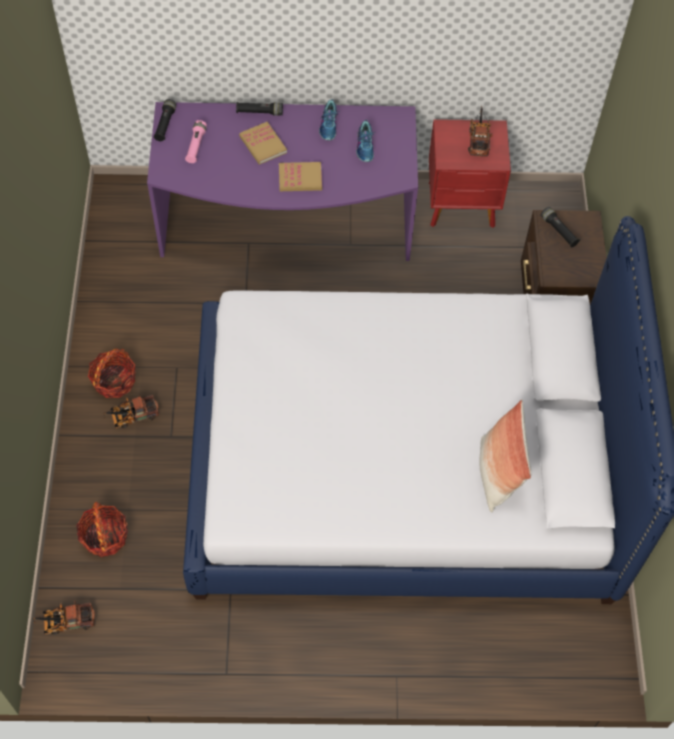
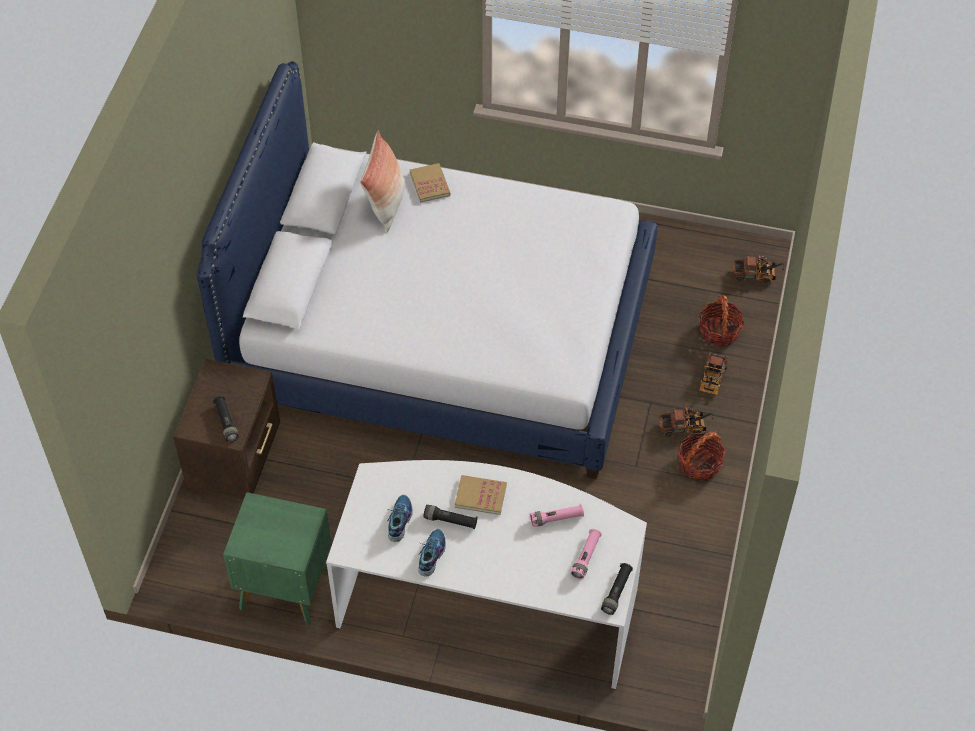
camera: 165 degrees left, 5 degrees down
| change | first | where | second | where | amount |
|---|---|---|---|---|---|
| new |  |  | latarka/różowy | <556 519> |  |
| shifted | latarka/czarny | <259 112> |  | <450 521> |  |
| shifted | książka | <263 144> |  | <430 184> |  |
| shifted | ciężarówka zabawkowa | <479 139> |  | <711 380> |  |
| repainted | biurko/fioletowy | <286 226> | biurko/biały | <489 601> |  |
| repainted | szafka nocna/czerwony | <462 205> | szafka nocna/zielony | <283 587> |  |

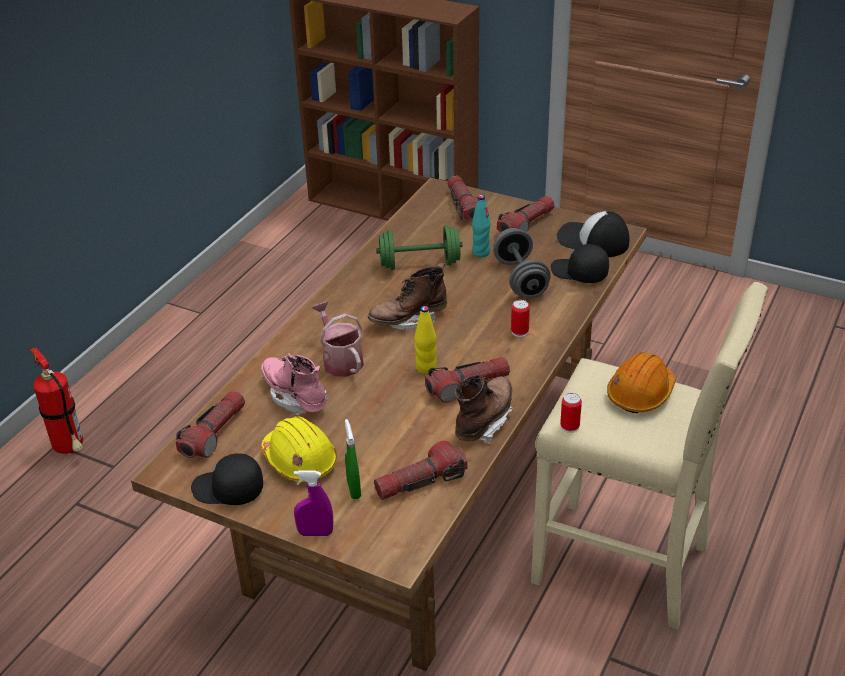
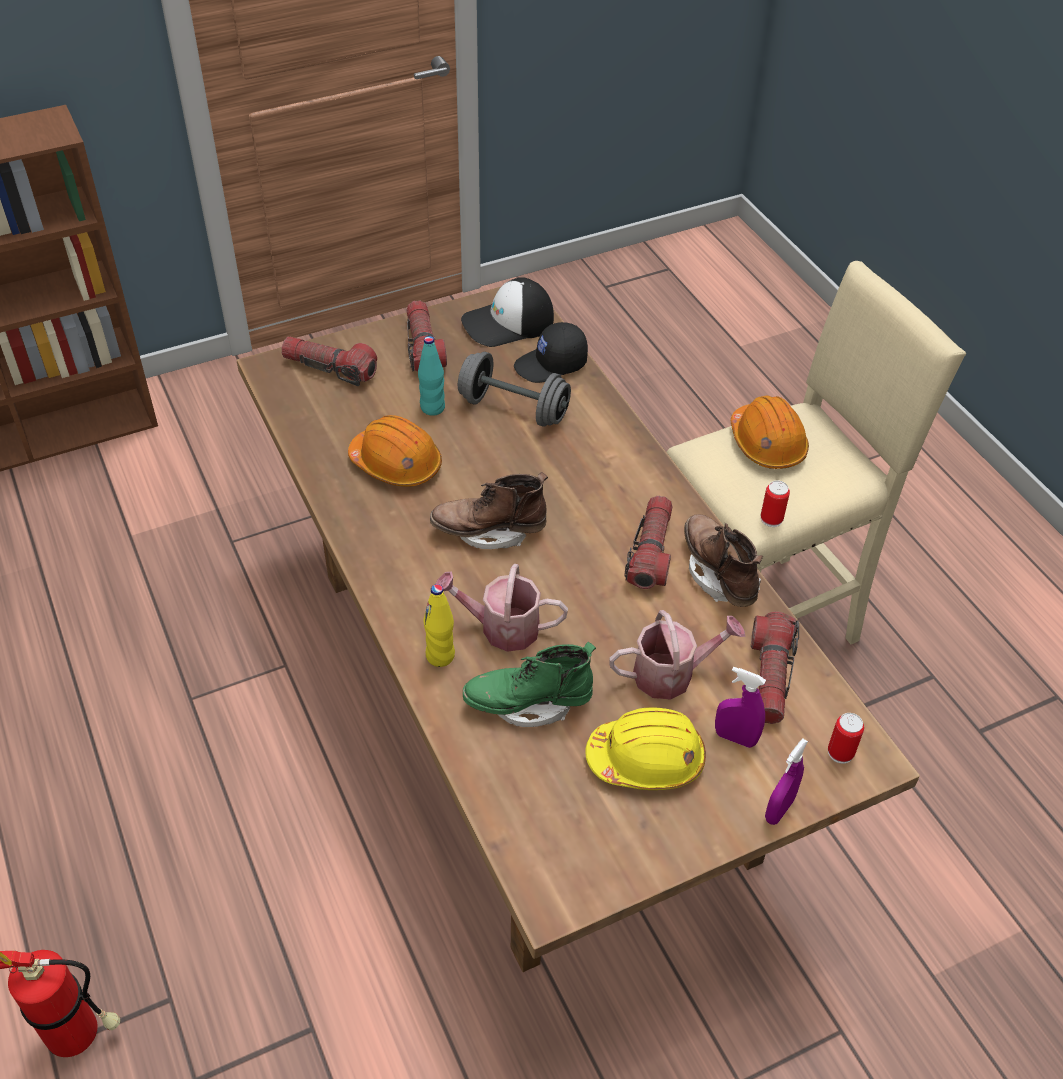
camera: 55 degrees left, 10 degrees up
| change | first | where | second | where | amount |
|---|---|---|---|---|---|
| gone | latarka | <214 433> |  |  |  |
| gone | czapka z daszkiem/czarny | <228 490> |  |  |  |
| new |  |  | konewka | <671 674> |  |
| shifted | butelka/żółty | <426 368> |  | <440 656> |  |
| shifted | puszka | <519 332> |  | <840 752> |  |
| swapped | hantel/zielony | <419 264> | kask/pomarańczowy | <396 464> |  |
| repainted | but z cholewką/różowy | <295 396> | but z cholewką/zielony | <528 703> |  |
| repainted | spryskiwacz/zielony | <354 489> | spryskiwacz/fioletowy | <735 738> |  |
| rotated | but z cholewką/brązowy | <408 320> |  | <489 531> | 75 degrees clockwise |

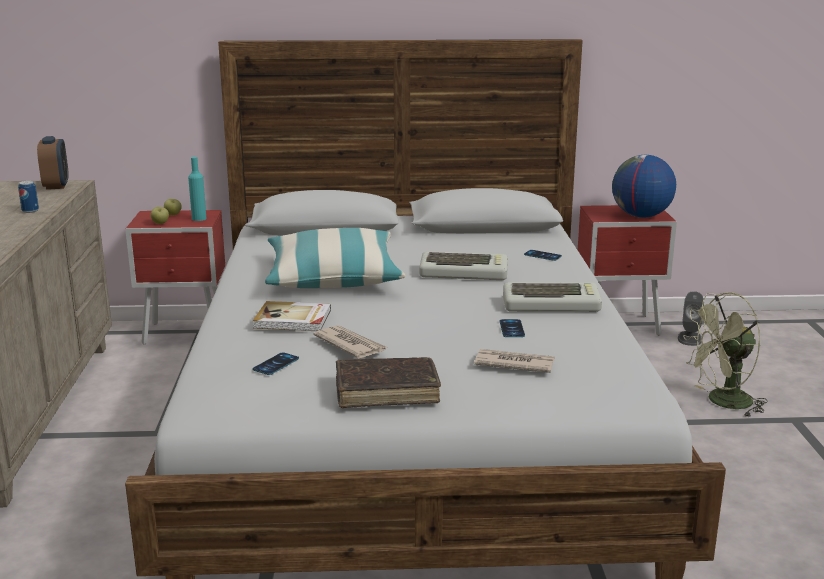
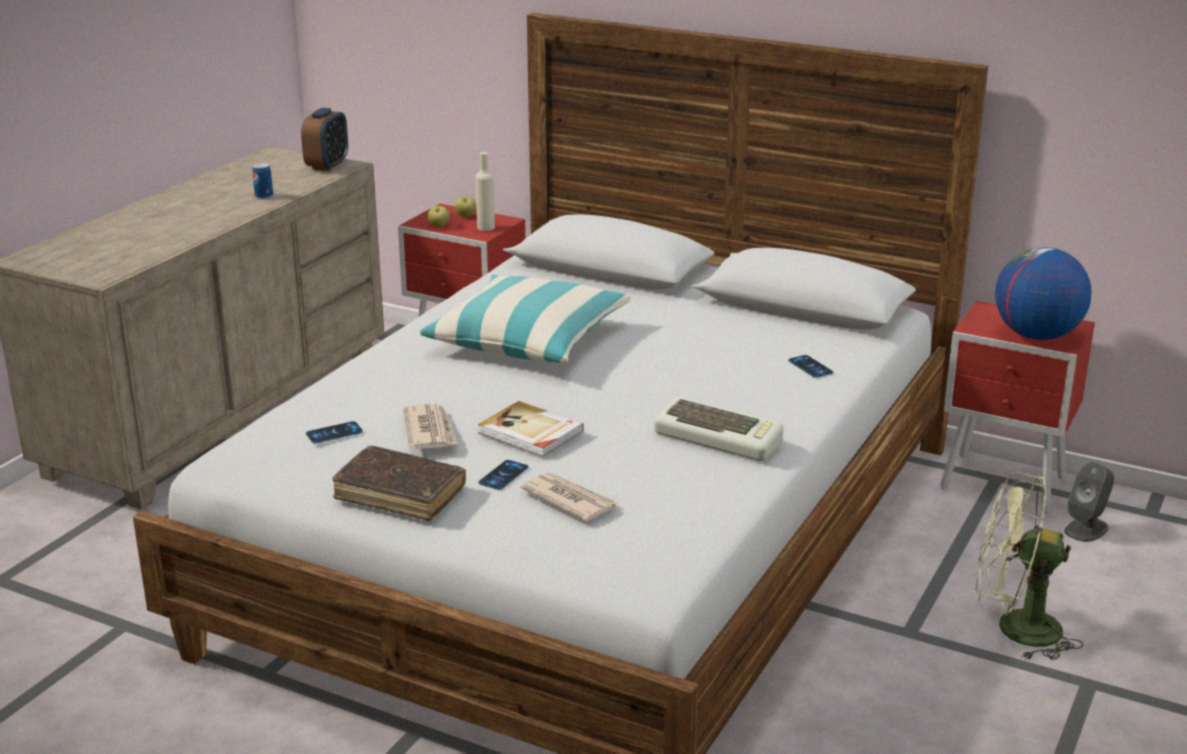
camera: 30 degrees right, 5 degrees up
| change | first | where | second | where | amount |
|---|---|---|---|---|---|
| gone | klawiatura | <464 273> |  |  |  |
| shifted | książka | <293 319> |  | <530 433> |  |
| shifted | telefon | <512 329> |  | <503 475> |  |
| repainted | butelka/turkusowy | <199 219> | butelka/beżowy | <486 227> |  |

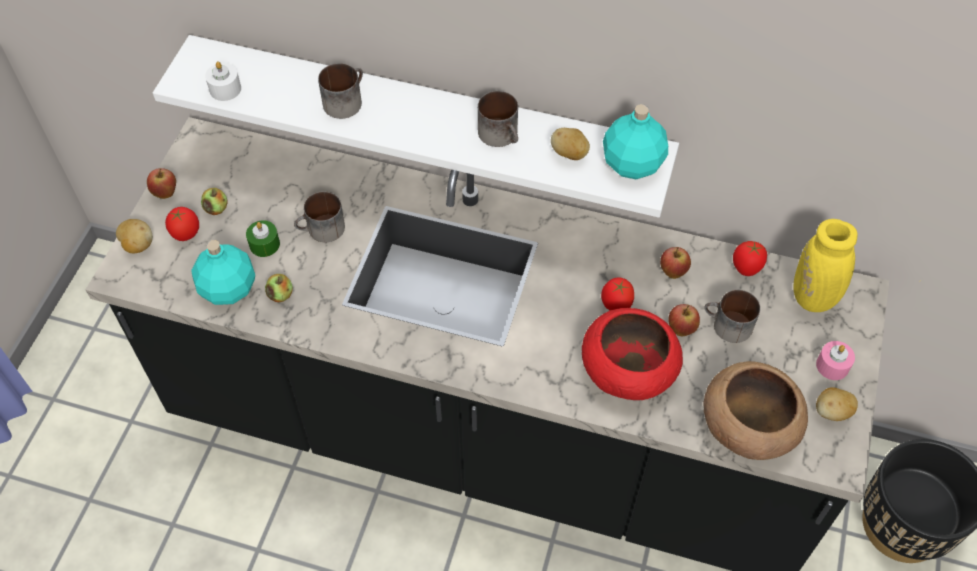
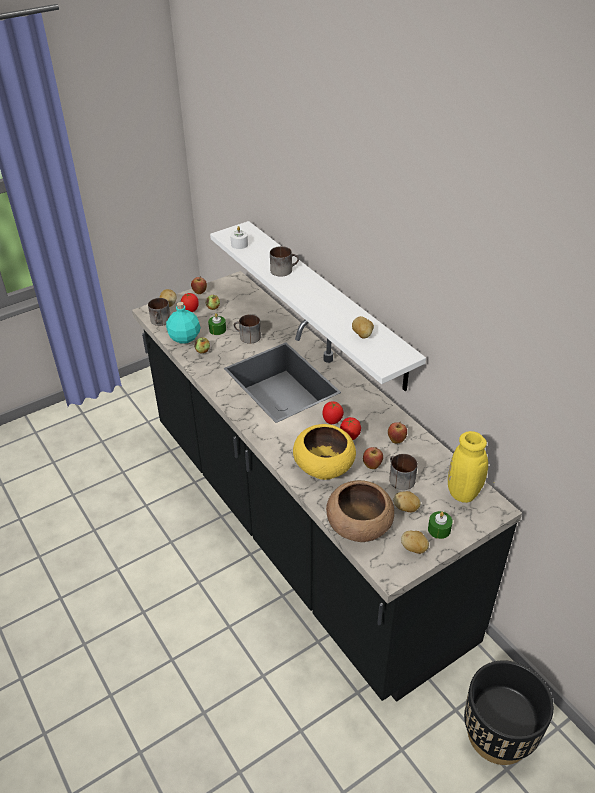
camera: 40 degrees right, 15 degrees down
| change | first | where | second | where | amount |
|---|---|---|---|---|---|
| gone | butelka/turkusowy | <631 164> |  |  |  |
| new |  |  | ziemniak | <406 508> |  |
| shifted | kubek | <502 135> |  | <161 321> |  |
| shifted | pomidor | <746 269> |  | <332 421> |  |
| repainted | miska/czerwony | <628 370> | miska/żółty | <324 466> |  |
| repainted | świeca/różowy | <832 365> | świeca/zielony | <439 529> |  |

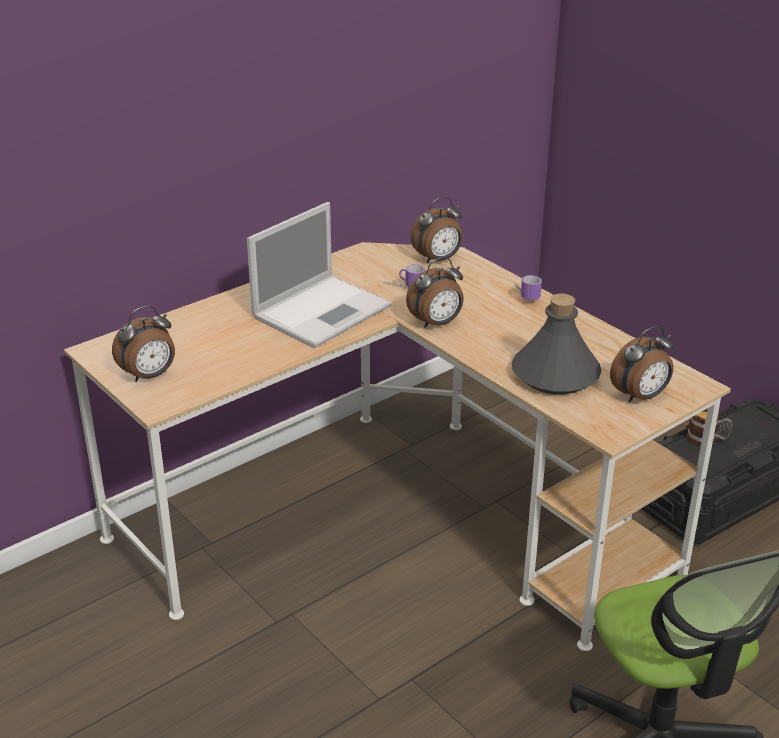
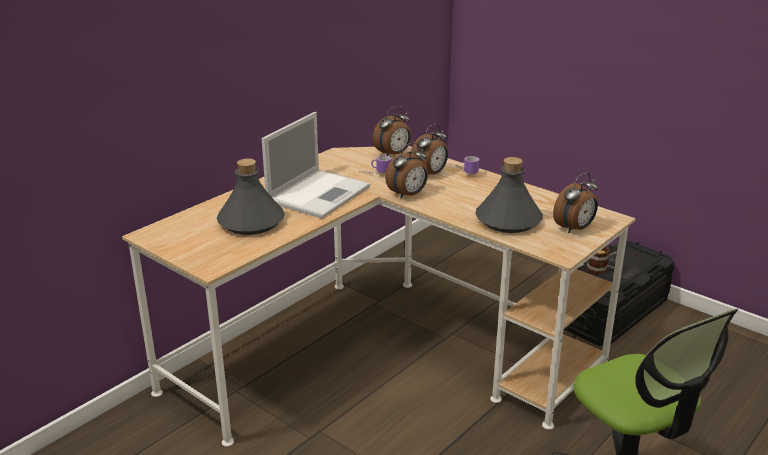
camera: 10 degrees left, 5 degrees down
| change | first | where | second | where | amount |
|---|---|---|---|---|---|
| new |  |  | butelka/szary | <251 222> |  |
| shifted | budzik | <149 376> |  | <430 174> |  |

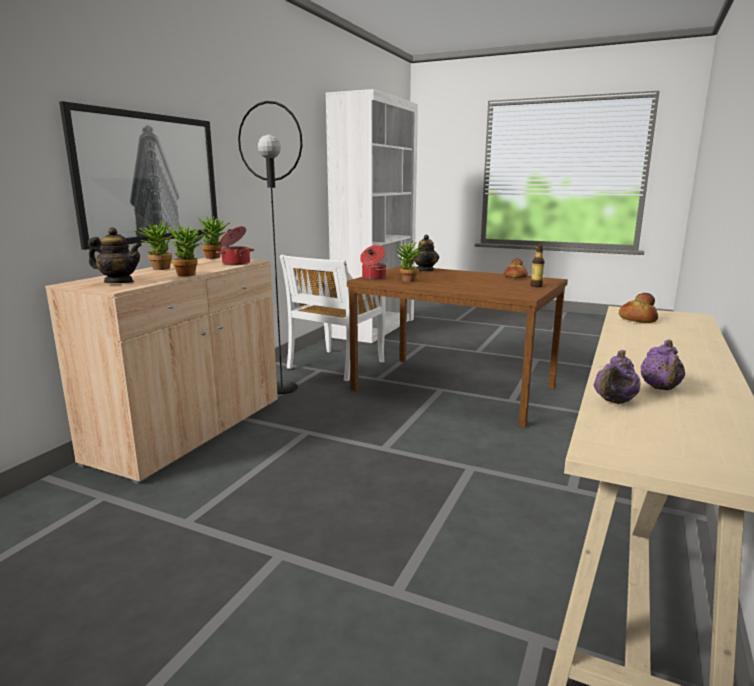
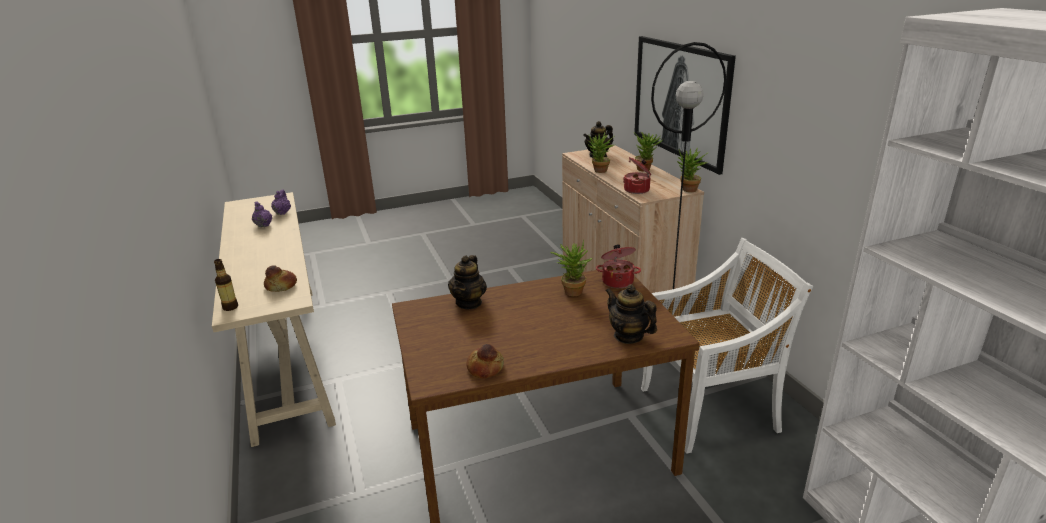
camera: 135 degrees right, 10 degrees up
| change | first | where | second | where | amount |
|---|---|---|---|---|---|
| new |  |  | imbryk | <469 303> |  |
| shifted | butelka | <536 286> |  | <230 307> |  |
| rotated | krzesło/biały | <335 365> |  | <710 408> | 90 degrees clockwise |

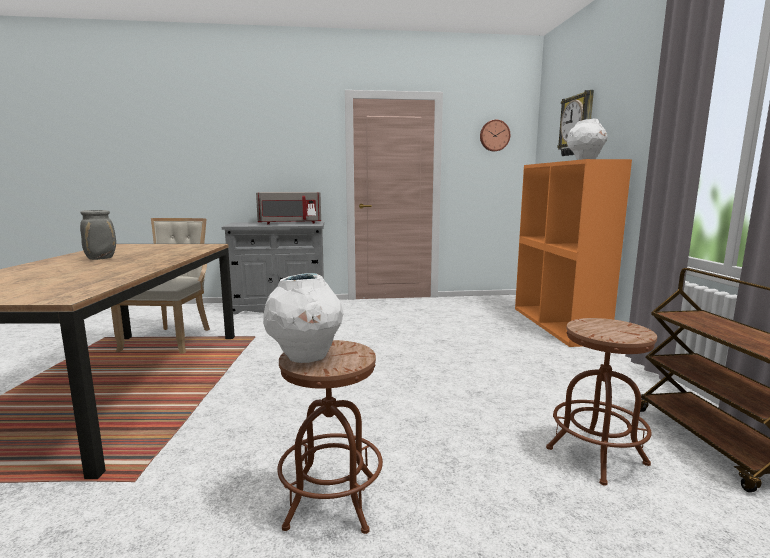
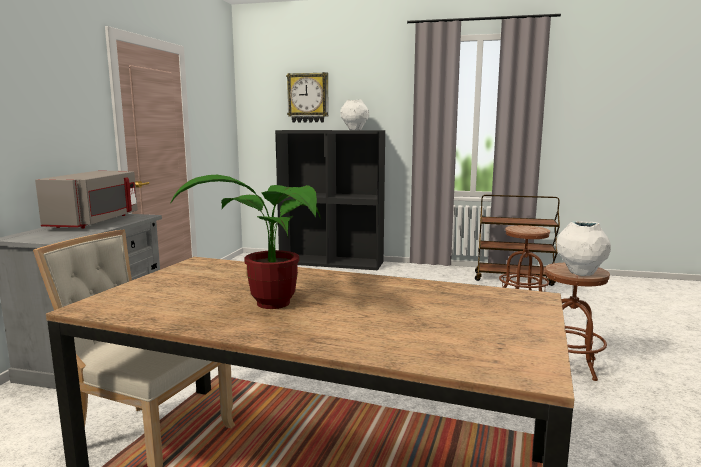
camera: 70 degrees left, 0 degrees up
| change | first | where | second | where | amount |
|---|---|---|---|---|---|
| gone | zegar ścienny | <494 135> |  |  |  |
| swapped | wazon/szary | <101 258> | roślina doniczkowa | <266 304> |  |
| repainted | regał/pomarańczowy | <558 325> | regał/czarny | <332 262> |  |

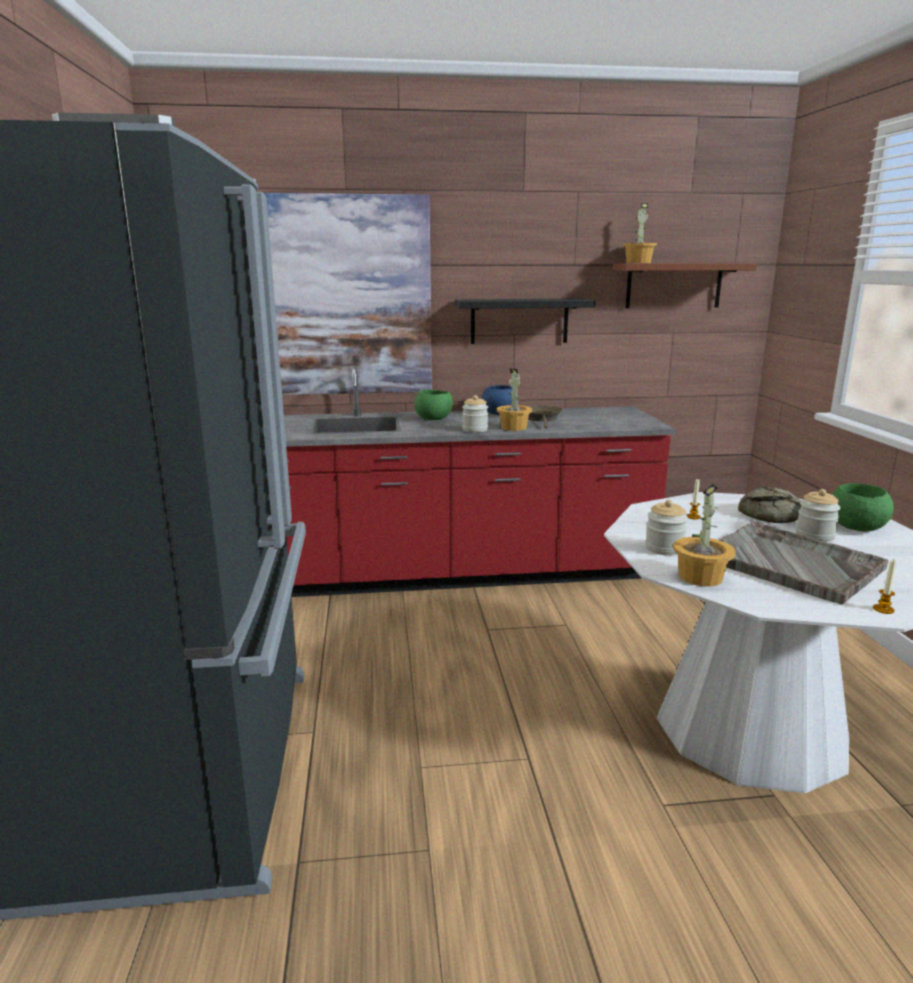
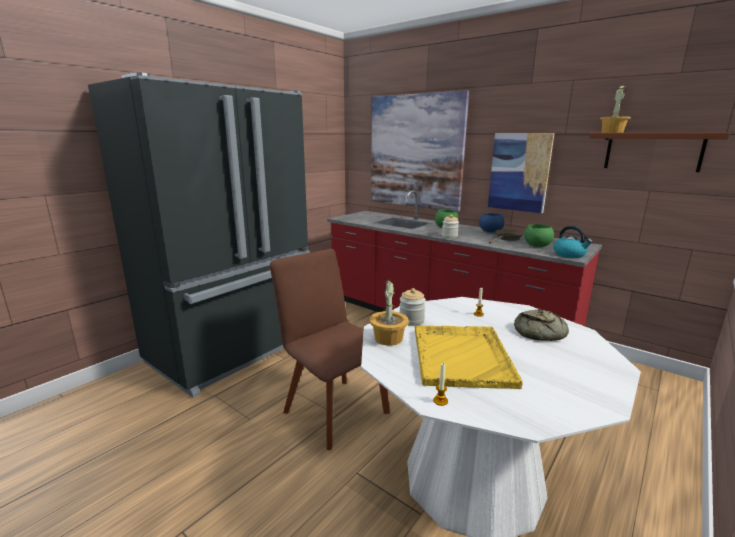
camera: 45 degrees right, 0 degrees up
| change | first | where | second | where | amount |
|---|---|---|---|---|---|
| gone | roślina doniczkowa | <513 428> |  |  |  |
| gone | słoik | <814 536> |  |  |  |
| new |  |  | krzesło/brązowy | <333 409> |  |
| new |  |  | czajnik | <569 254> |  |
| shifted | miska/zielony | <855 527> |  | <536 245> |  |
| swapped | półka/czarny | <519 321> | obraz | <519 172> |  |
| repainted | taca/szary | <789 563> | taca/żółty | <461 356> |  |

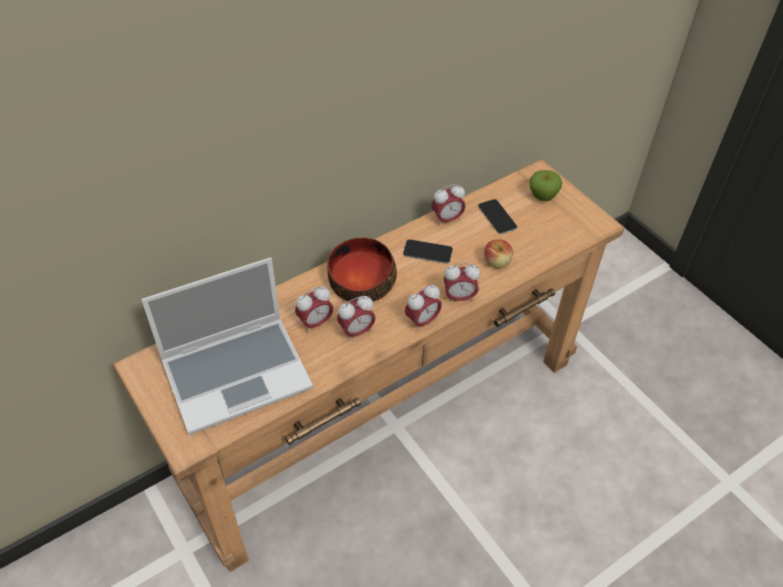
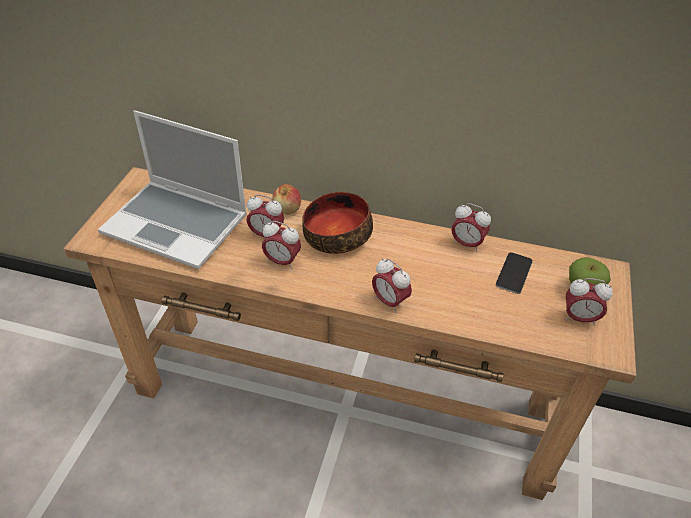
camera: 50 degrees right, 5 degrees down
| change | first | where | second | where | amount |
|---|---|---|---|---|---|
| gone | telefon | <427 252> |  |  |  |
| shifted | budzik | <422 321> |  | <579 318> |  |
| shifted | jabłko | <497 262> |  | <287 209> |  |

